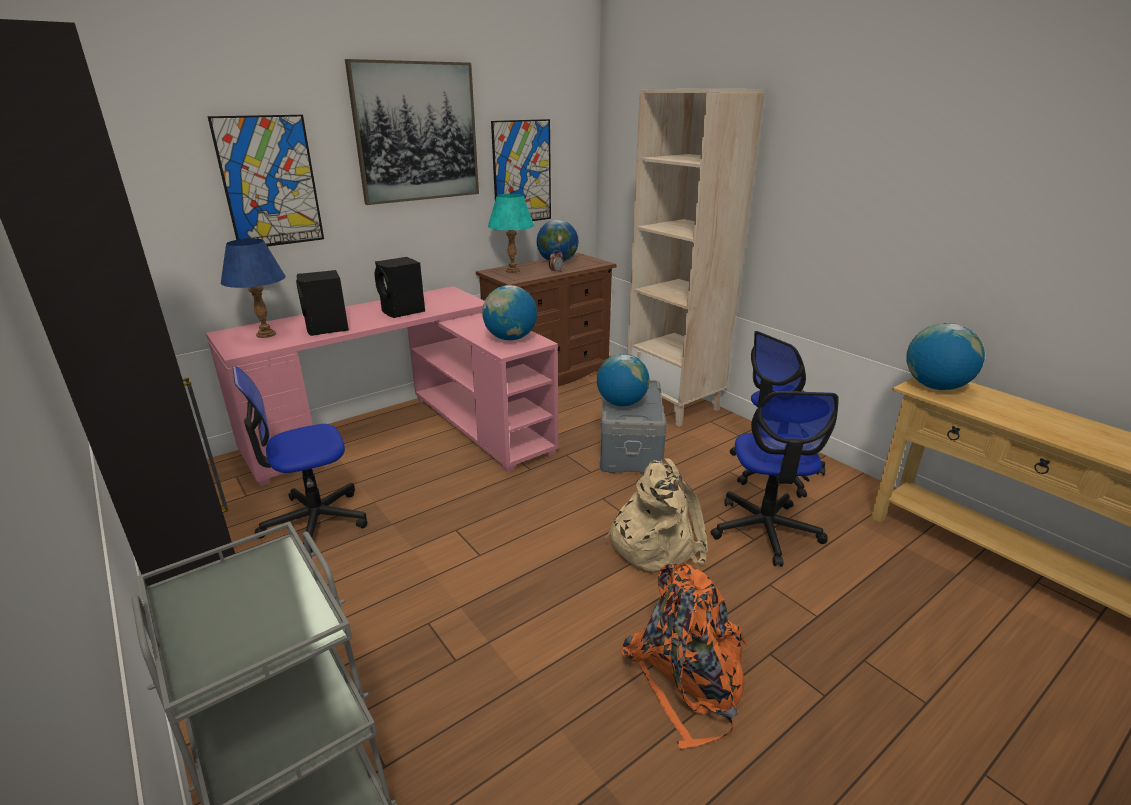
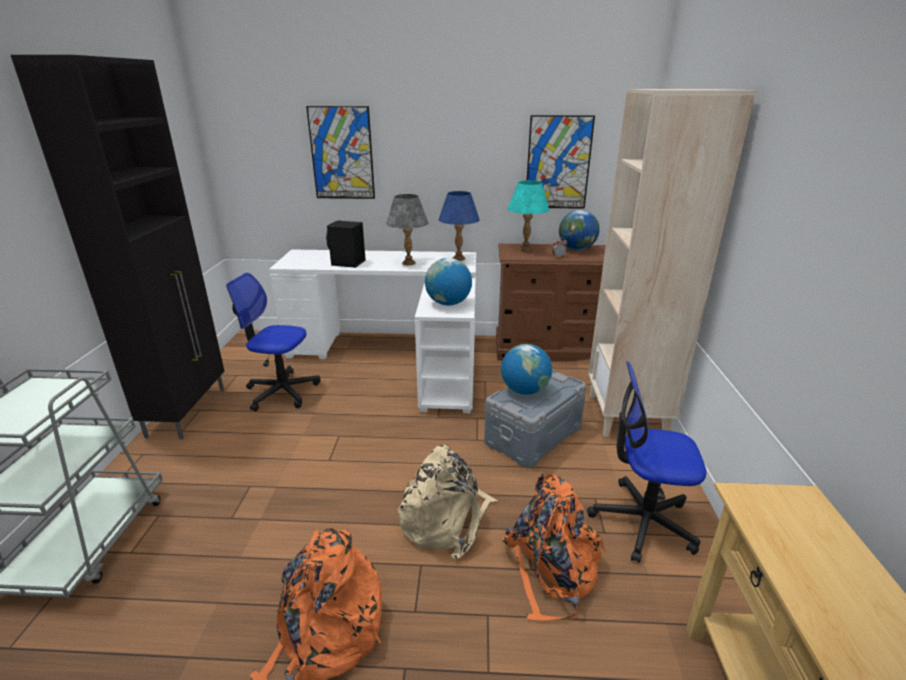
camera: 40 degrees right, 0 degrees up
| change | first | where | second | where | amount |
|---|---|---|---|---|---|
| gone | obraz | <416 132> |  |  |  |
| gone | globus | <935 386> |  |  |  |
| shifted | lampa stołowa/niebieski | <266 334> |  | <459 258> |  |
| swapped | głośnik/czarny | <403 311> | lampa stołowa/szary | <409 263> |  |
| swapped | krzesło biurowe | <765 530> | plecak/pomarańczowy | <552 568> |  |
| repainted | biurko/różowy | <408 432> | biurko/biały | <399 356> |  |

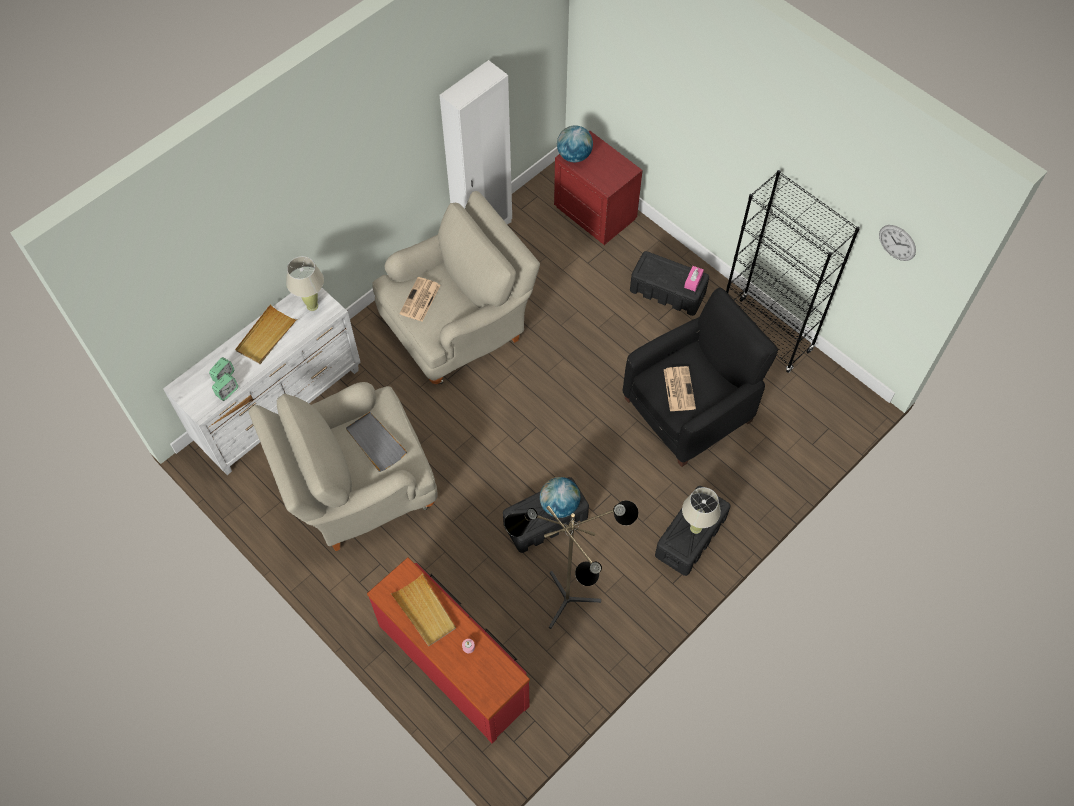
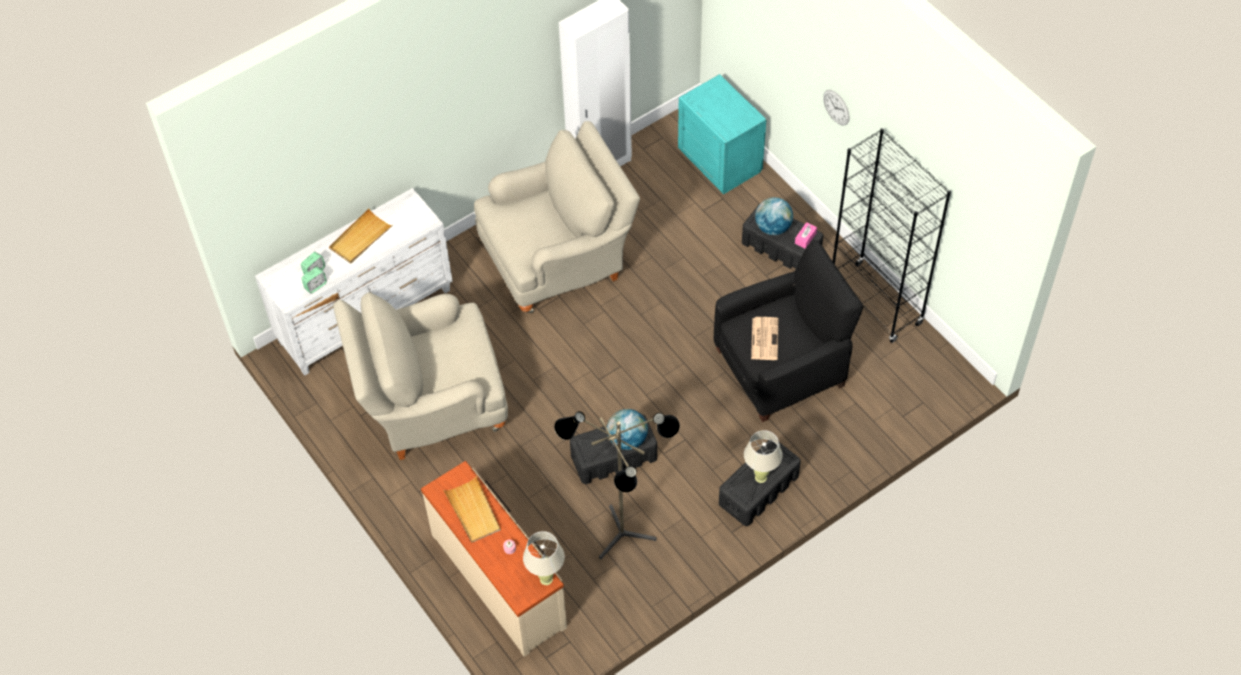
camera: 10 degrees right, 5 degrees down
| change | first | where | second | where | amount |
|---|---|---|---|---|---|
| gone | taca/szary | <375 442> |  |  |  |
| gone | gazeta | <420 300> |  |  |  |
| shifted | lampa stołowa/beżowy | <312 306> |  | <546 579> |  |
| shifted | globus | <574 156> |  | <773 227> |  |
| shifted | zegar ścienny | <897 242> |  | <836 107> |  |
| repainted | komoda/czerwony | <454 664> | komoda/beżowy | <500 579> |  |
| repainted | szafka nocna/czerwony | <596 213> | szafka nocna/turkusowy | <721 161> |  |

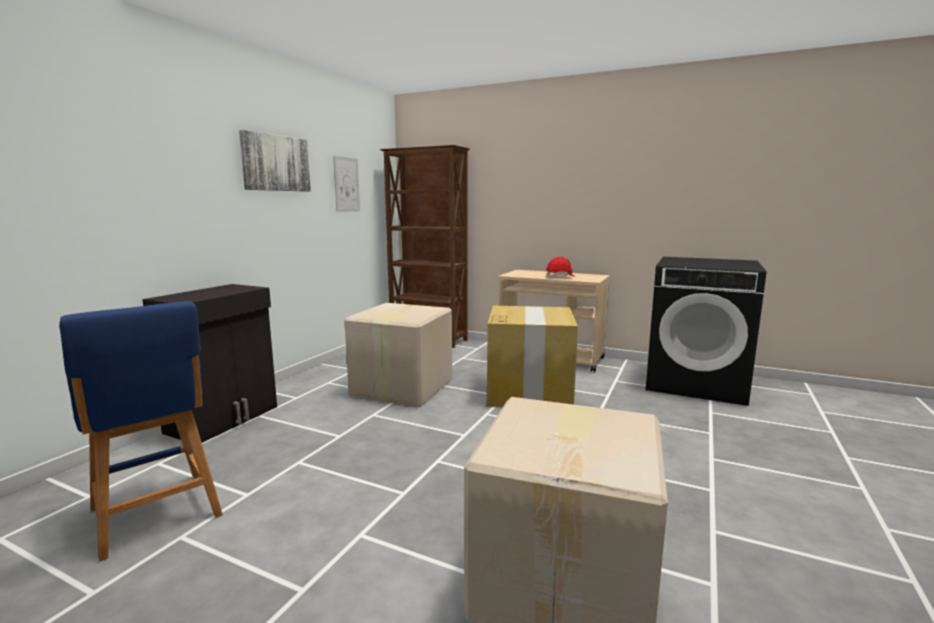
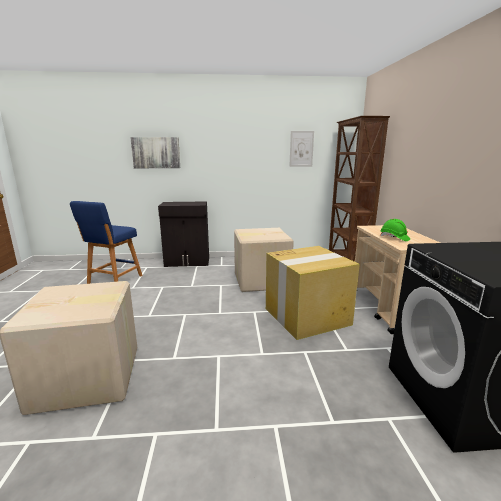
camera: 60 degrees right, 5 degrees up
| change | first | where | second | where | amount |
|---|---|---|---|---|---|
| shifted | obraz | <276 163> |  | <156 152> |  |
| repainted | kask/czerwony | <560 277> | kask/zielony | <394 238> |  |

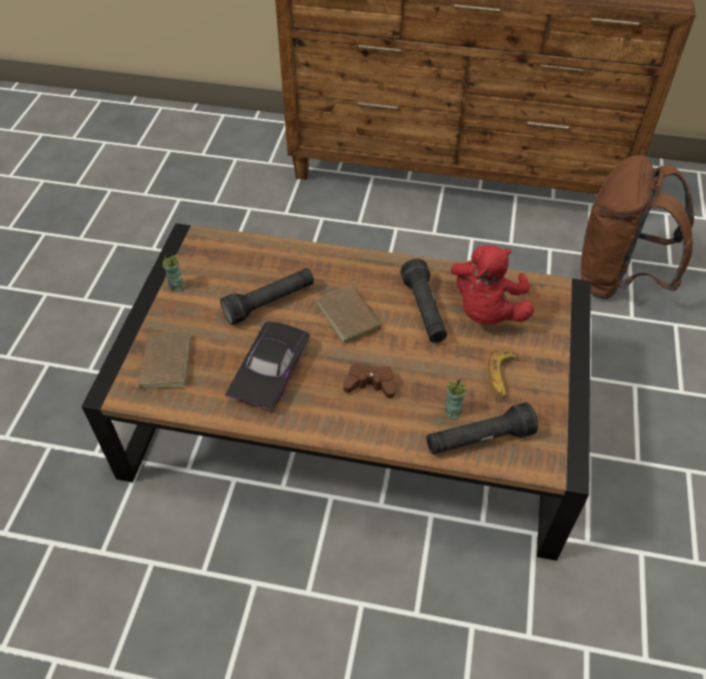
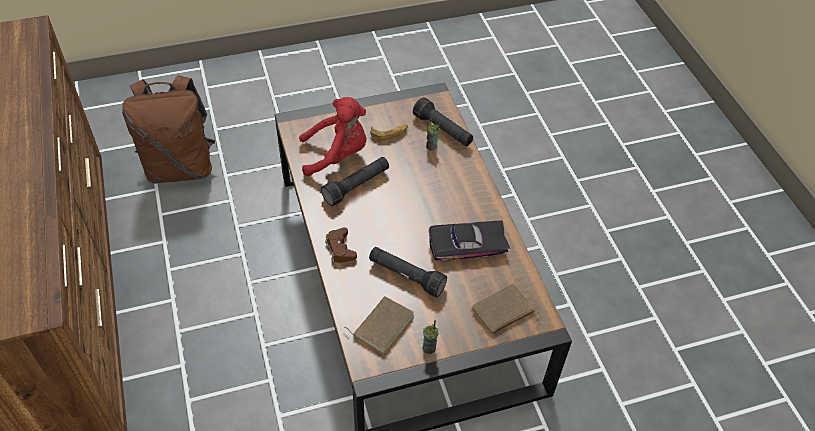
camera: 120 degrees left, 0 degrees up
| change | first | where | second | where | amount |
|---|---|---|---|---|---|
| shifted | książka/brązowy | <350 315> |  | <382 325> |  |
| shifted | pad do gier/brązowy | <370 384> |  | <340 249> |  |

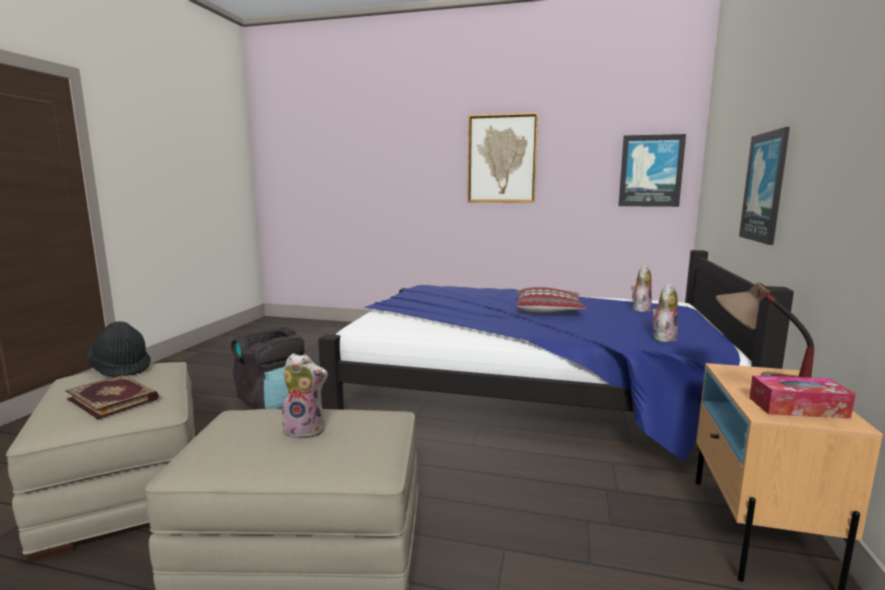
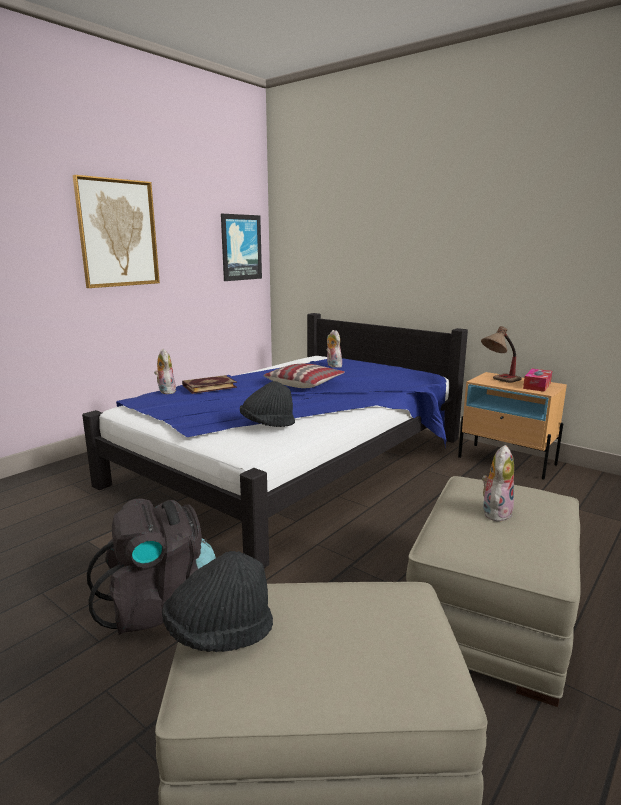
camera: 65 degrees left, 5 degrees up
| change | first | where | second | where | amount |
|---|---|---|---|---|---|
| gone | obraz | <765 187> |  |  |  |
| new |  |  | kapelusz/czarny | <267 425> |  |
| shifted | książka | <114 398> |  | <209 386> |  |
| shifted | pluszak | <663 338> |  | <165 391> |  |

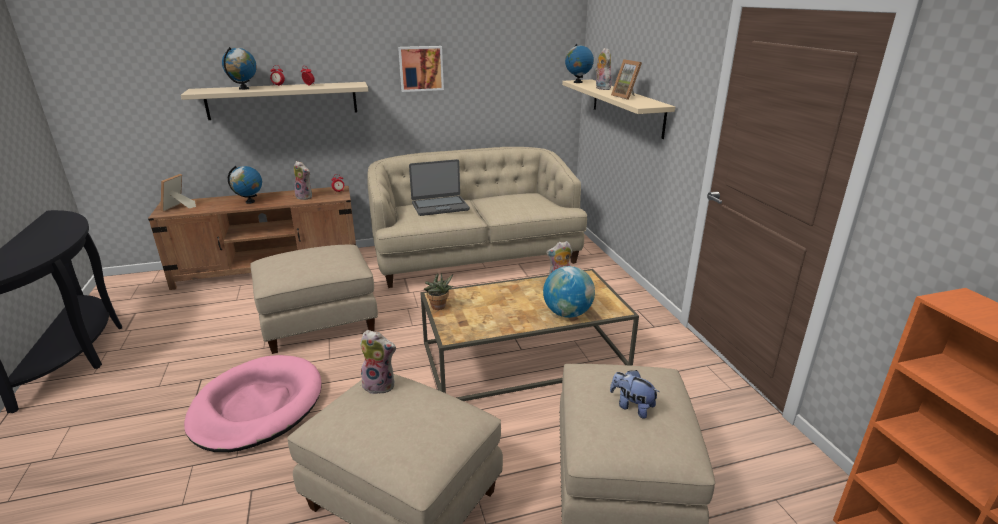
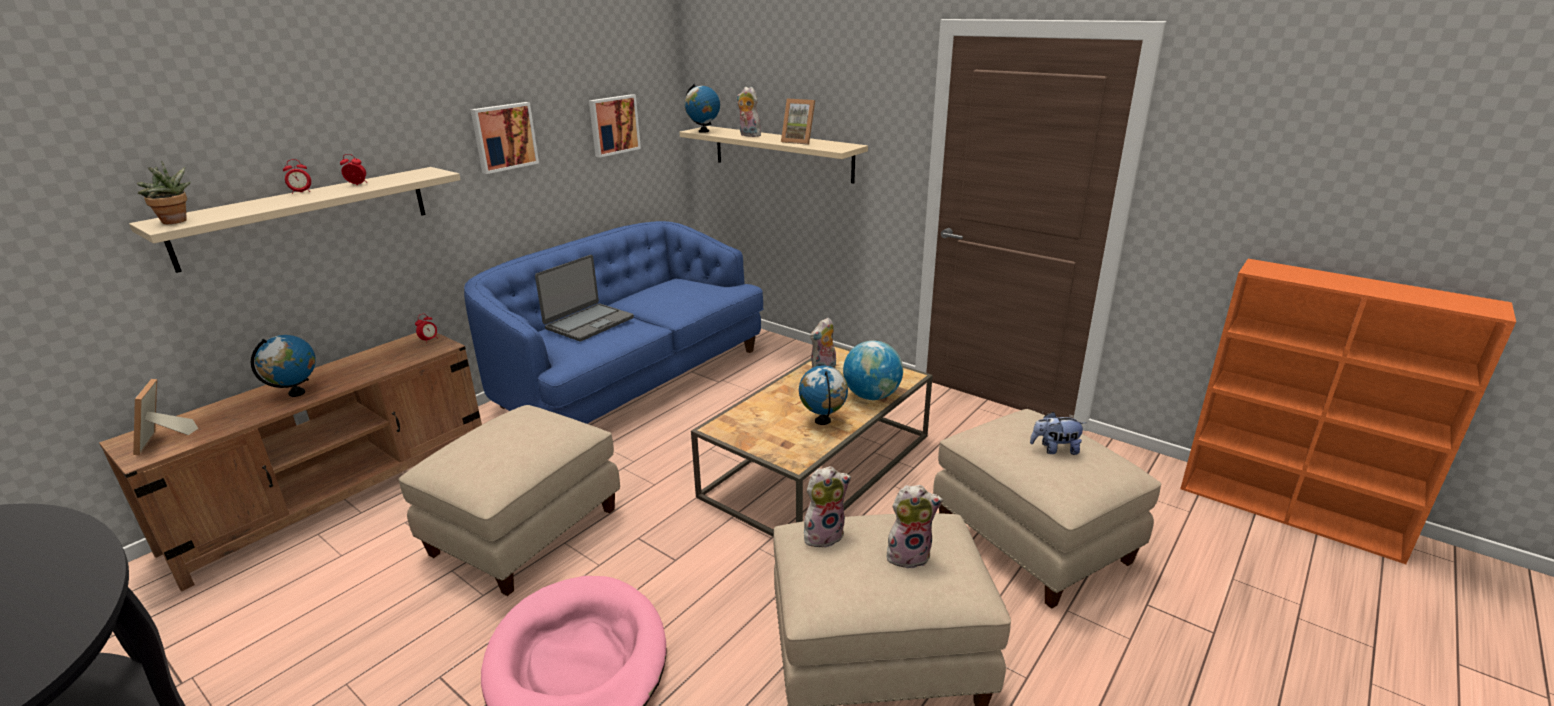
camera: 35 degrees left, 0 degrees up
| change | first | where | second | where | amount |
|---|---|---|---|---|---|
| new |  |  | obraz | <613 125> |  |
| shifted | globus | <244 88> |  | <823 421> |  |
| shifted | pluszak | <305 197> |  | <909 555> |  |
| shifted | roślina doniczkowa | <439 307> |  | <176 222> |  |
| repainted | kanapa/beżowy | <475 256> | kanapa/niebieski | <630 379> |  |

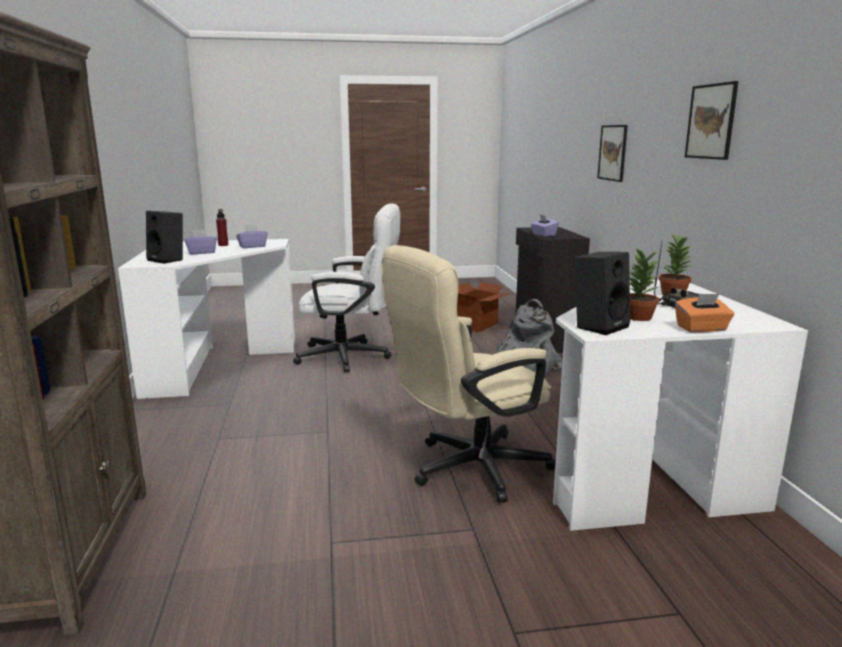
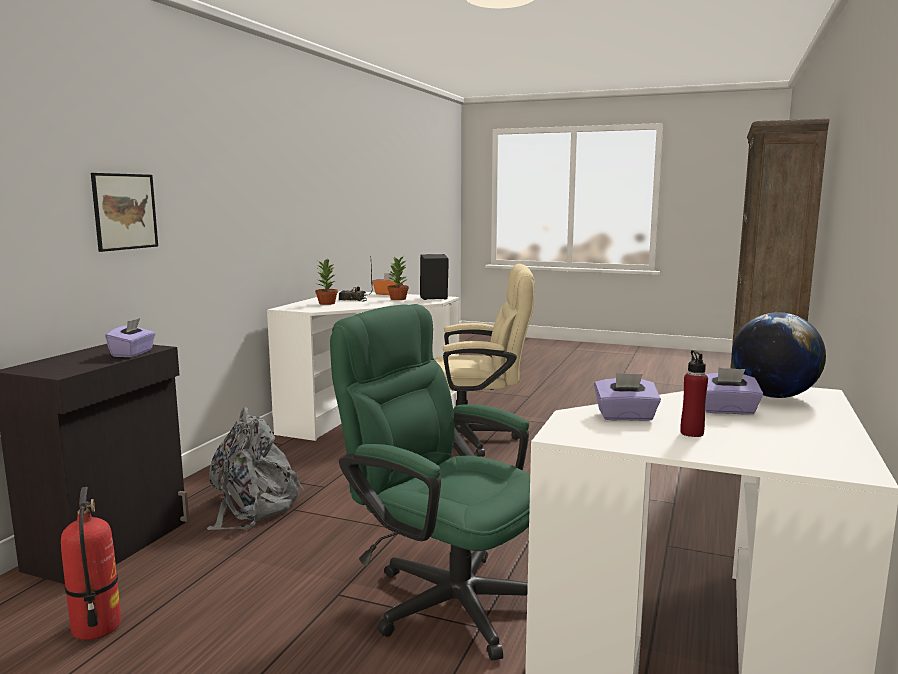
camera: 150 degrees left, 5 degrees down
| change | first | where | second | where | amount |
|---|---|---|---|---|---|
| gone | obraz | <711 121> |  |  |  |
| swapped | głośnik/czarny | <168 260> | globus | <773 396> |  |
| swapped | karton | <477 325> | gaśnica | <96 627> |  |
| repainted | krzesło biurowe/biały | <352 357> | krzesło biurowe/zielony | <443 596> |  |

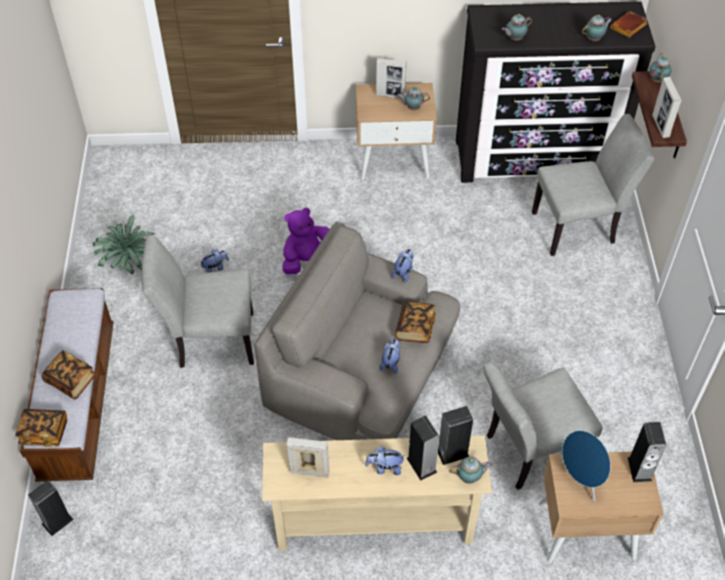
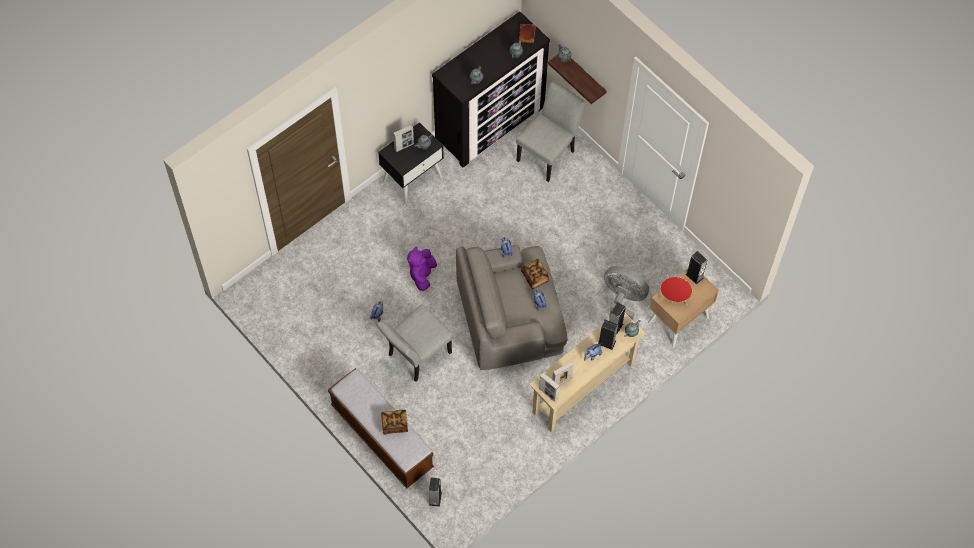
camera: 40 degrees left, 10 degrees up
| change | first | where | second | where | amount |
|---|---|---|---|---|---|
| gone | książka | <44 432> |  |  |  |
| gone | roślina doniczkowa | <130 261> |  |  |  |
| shifted | ramka na zdjęcie | <660 126> |  | <548 394> |  |
| swapped | krzesło/szary | <528 451> | wentylator/szary | <623 300> |  |
| repainted | szafka nocna/beżowy | <394 160> | szafka nocna/czarny | <413 178> |  |
| repainted | głośnik/niebieski | <580 479> | głośnik/czerwony | <674 299> |  |

